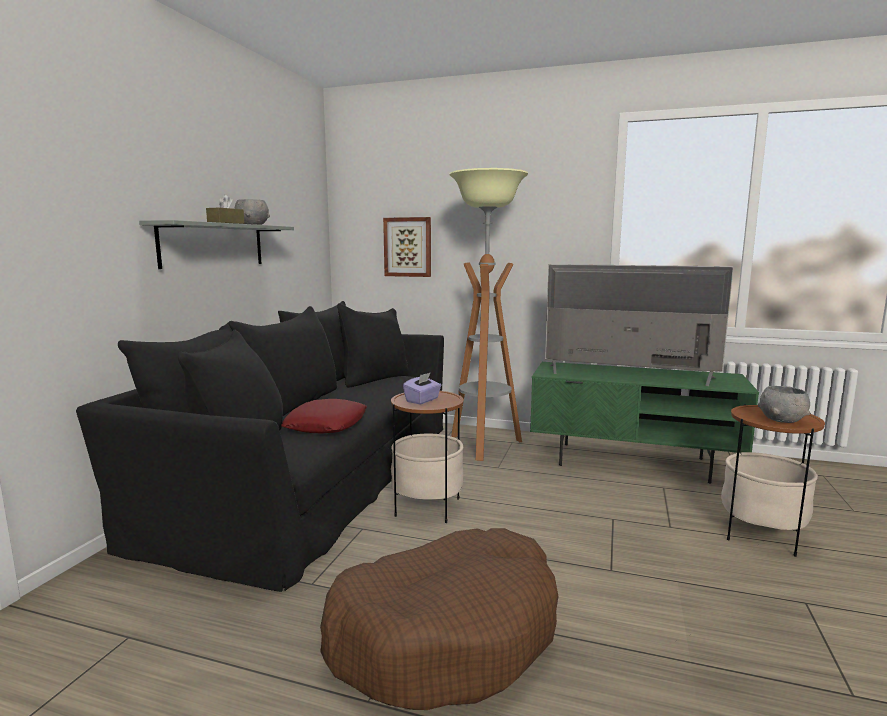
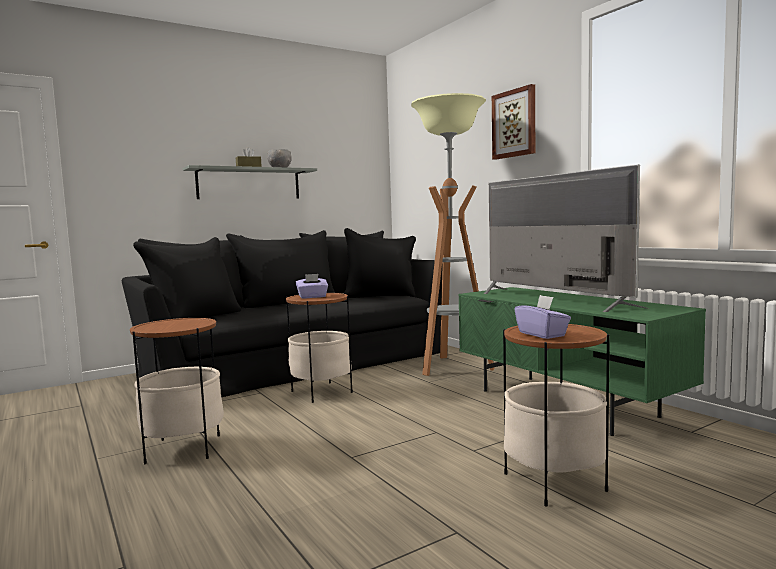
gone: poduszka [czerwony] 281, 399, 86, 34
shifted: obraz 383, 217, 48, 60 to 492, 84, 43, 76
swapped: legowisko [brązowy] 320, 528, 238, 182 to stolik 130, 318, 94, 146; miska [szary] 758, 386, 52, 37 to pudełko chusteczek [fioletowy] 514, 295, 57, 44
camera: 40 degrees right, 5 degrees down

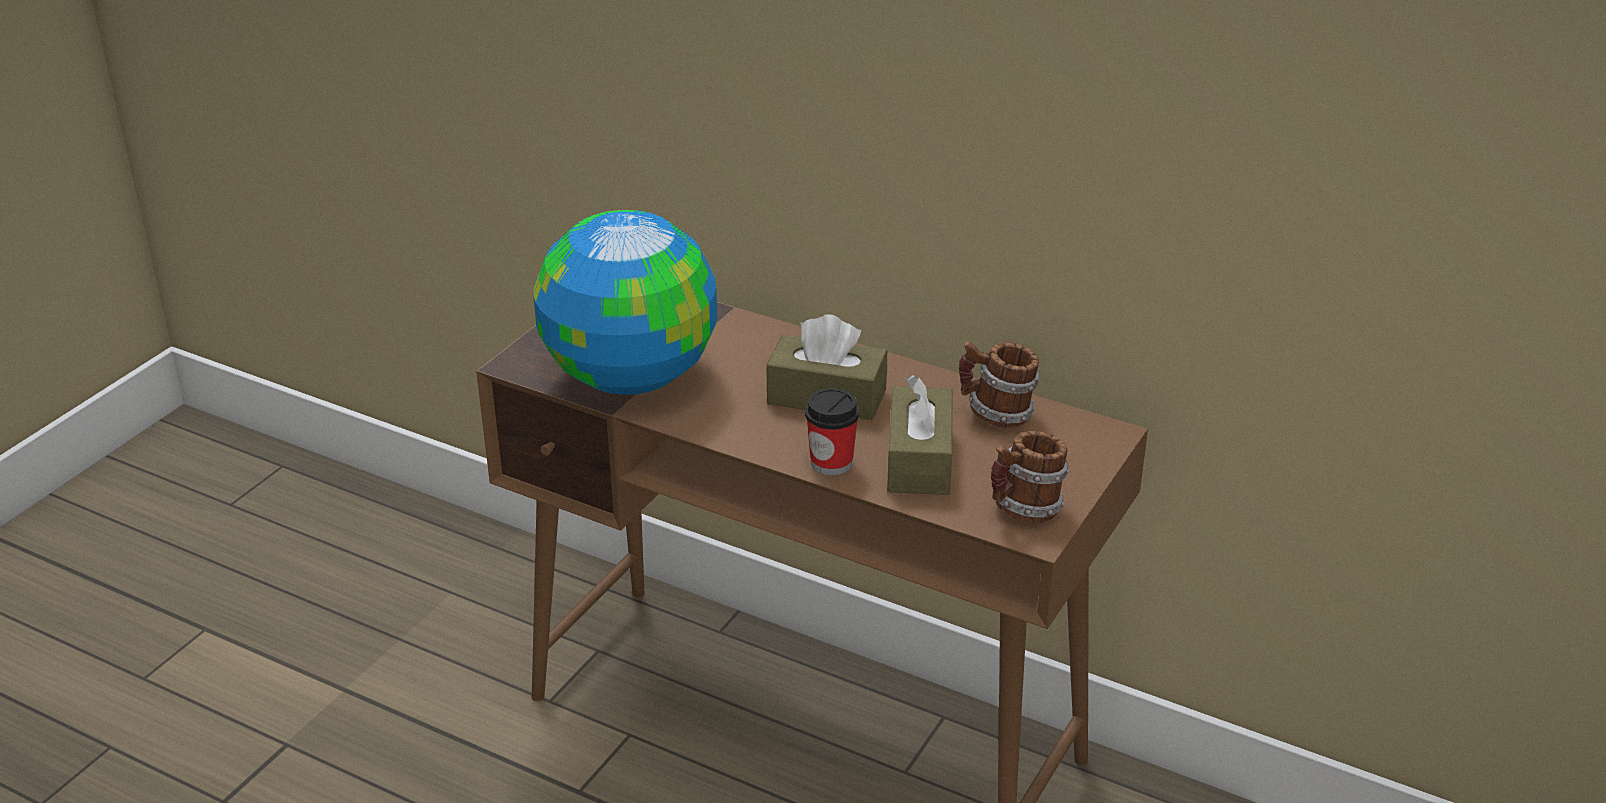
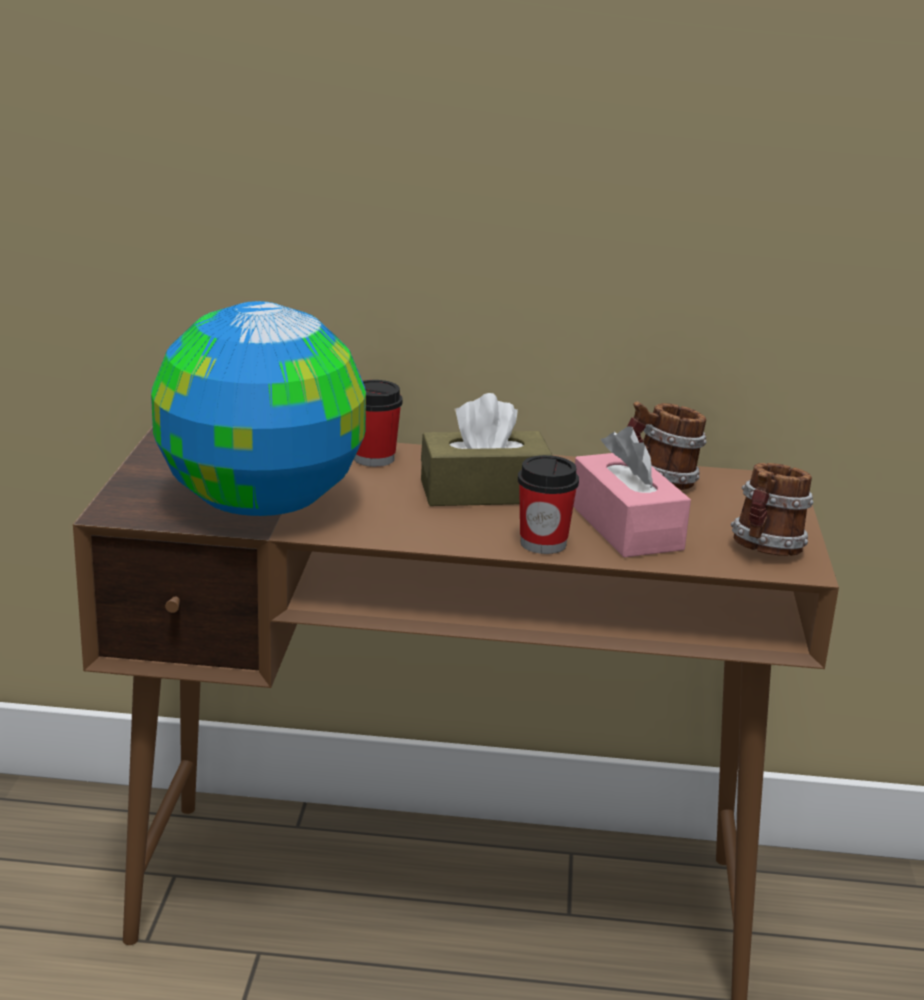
new: filiżanka 354, 380, 49, 87
repainted: pudełko chusteczek [brązowy] 887, 375, 66, 120 to pudełko chusteczek [różowy] 573, 426, 118, 132
camera: 25 degrees left, 10 degrees down

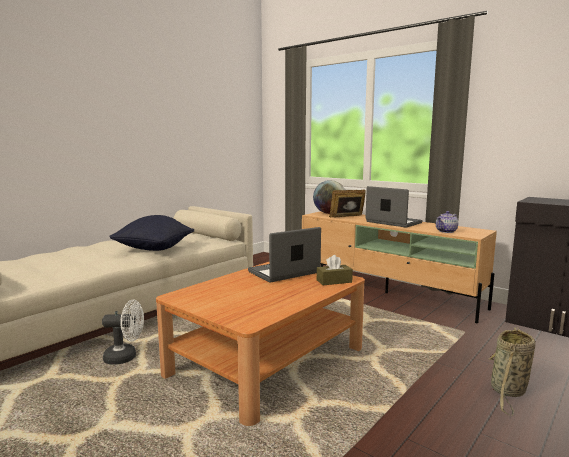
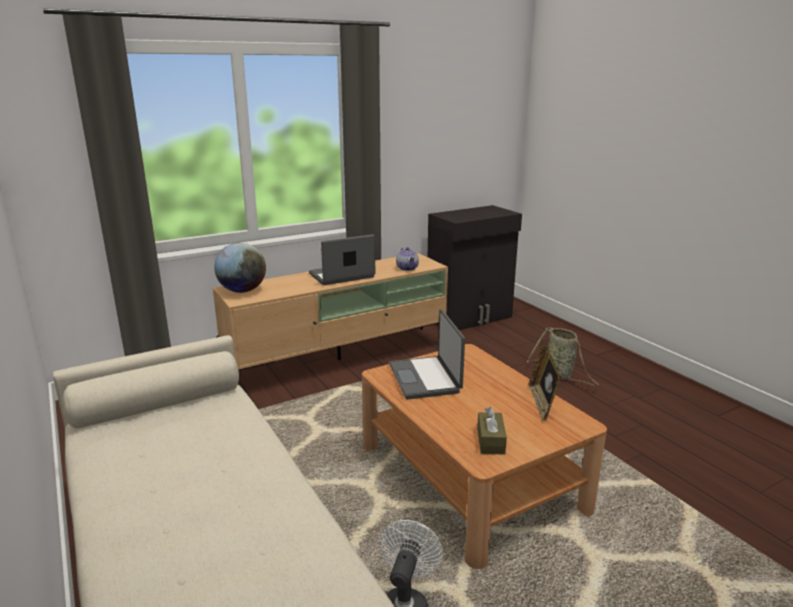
gone: poduszka [czarny] 109, 215, 86, 36
shifted: pudełko chusteczek [brązowy] 317, 255, 36, 30 to 477, 407, 30, 48; ramka na zdjęcie 329, 190, 37, 27 to 528, 343, 34, 78
camera: 70 degrees left, 10 degrees up

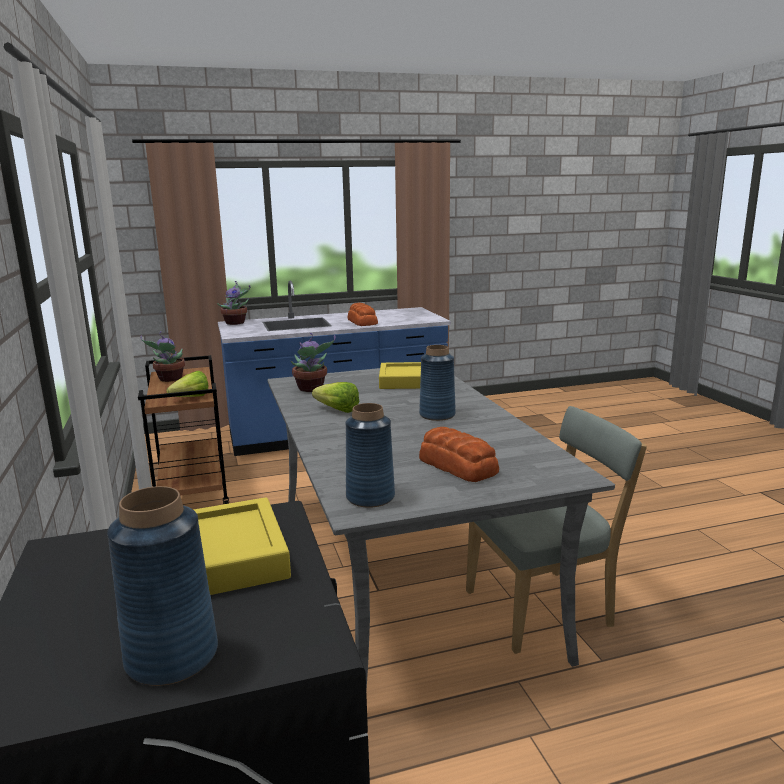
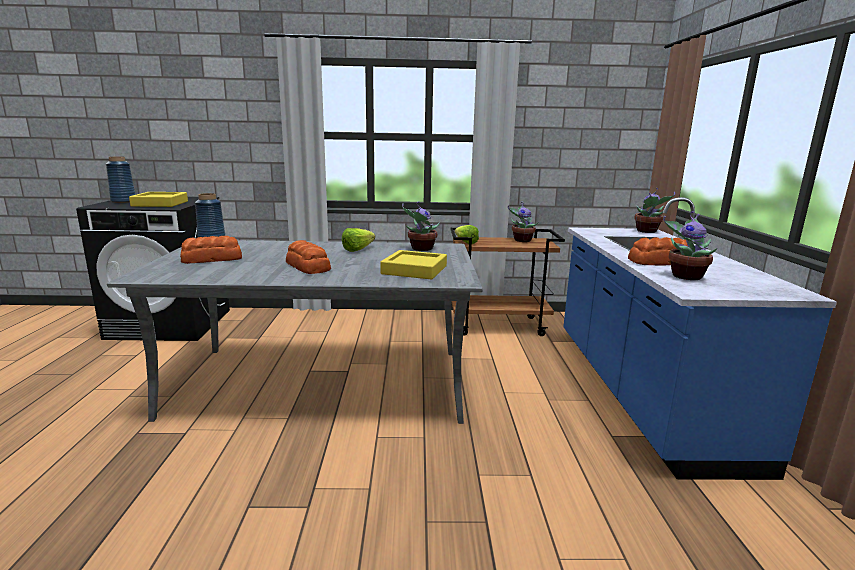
gone: krzesło [szary] 466, 406, 181, 248
new: roślina doniczkowa 663, 211, 55, 69
swapped: wazon [niebieski] 419, 345, 37, 76 to chleb 286, 240, 45, 34
camera: 105 degrees right, 0 degrees up

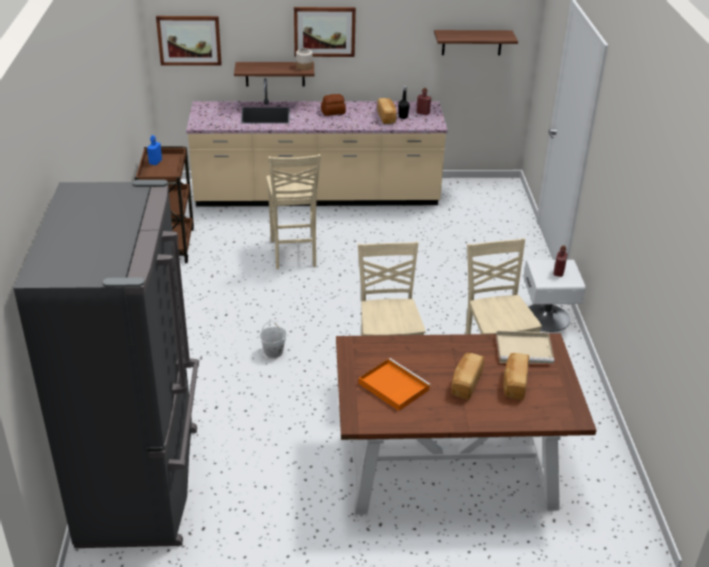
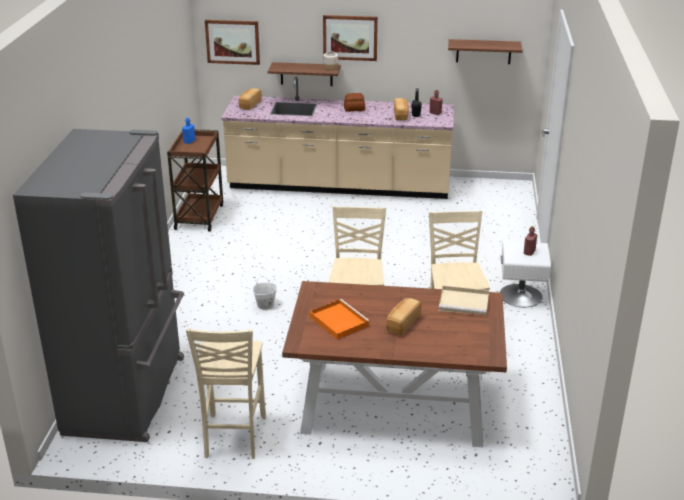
shifted: krzesło [beżowy] 266, 154, 55, 115 to 186, 328, 80, 131; chleb 504, 353, 25, 47 to 239, 88, 23, 22
camera: 10 degrees right, 5 degrees down

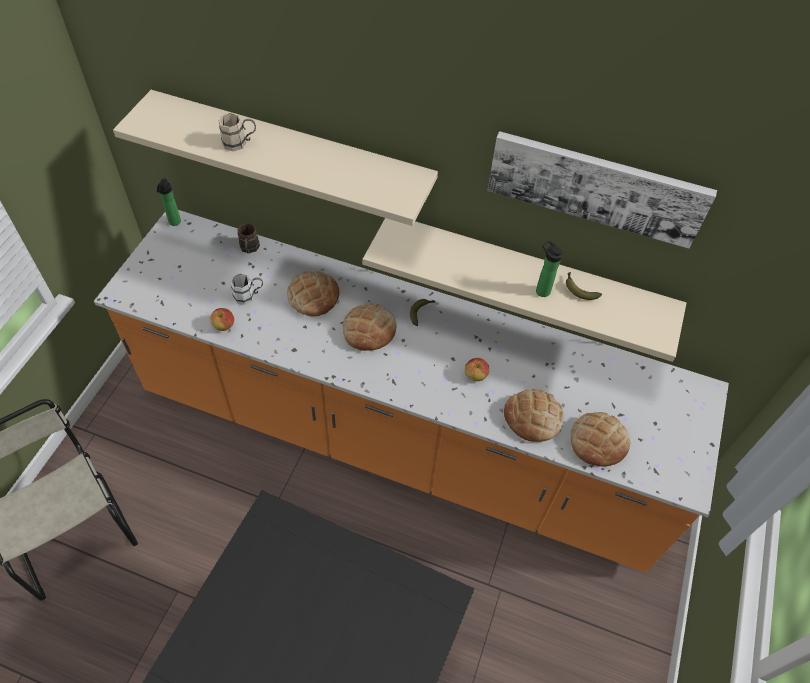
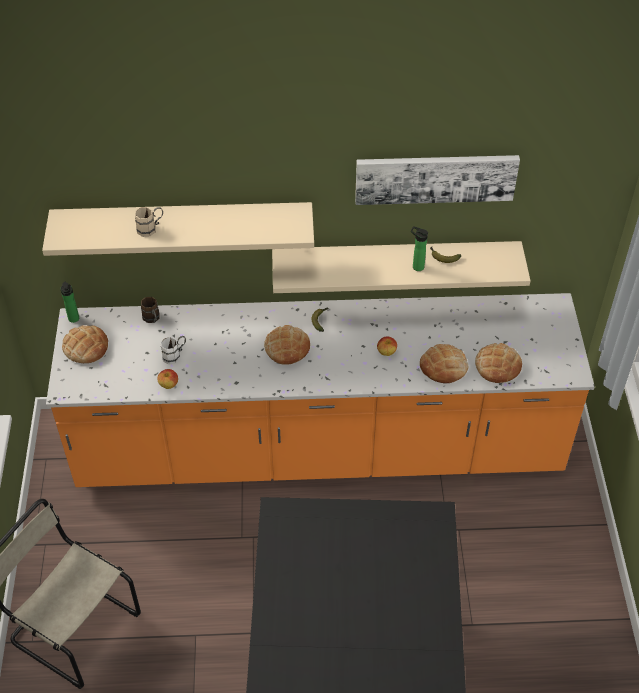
shifted: chleb 287, 271, 52, 45 to 62, 325, 46, 38
camera: 20 degrees left, 5 degrees down

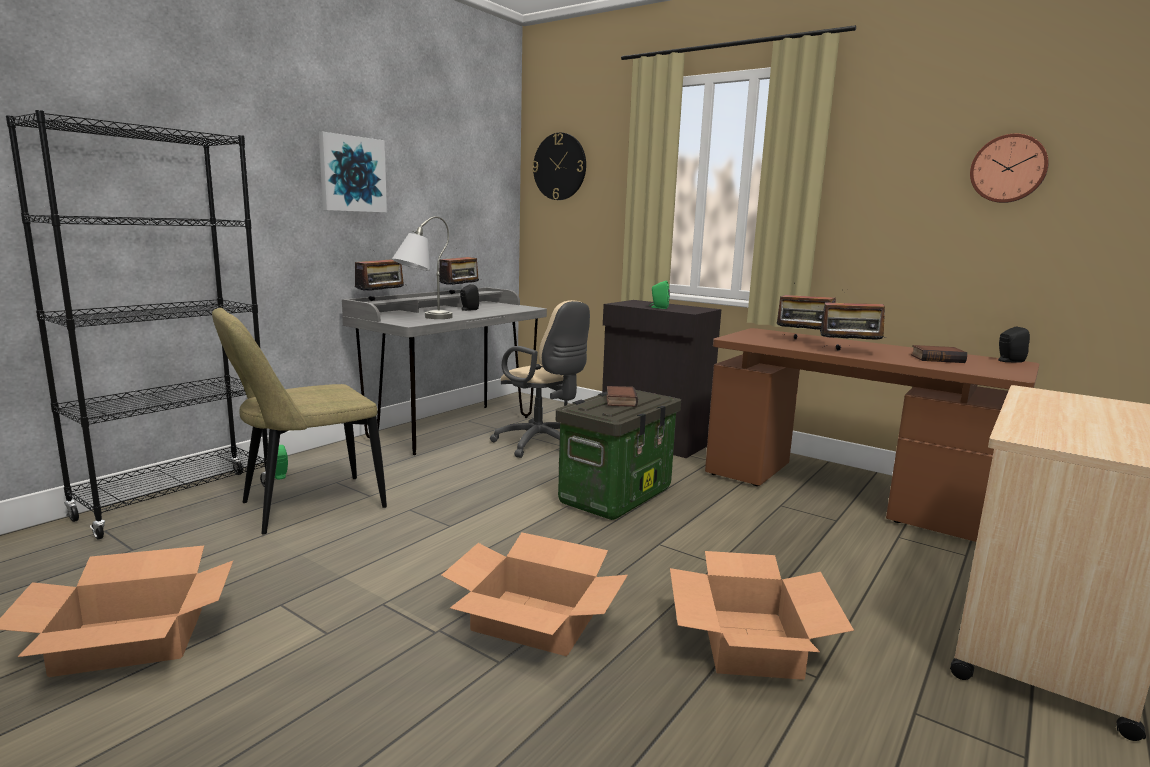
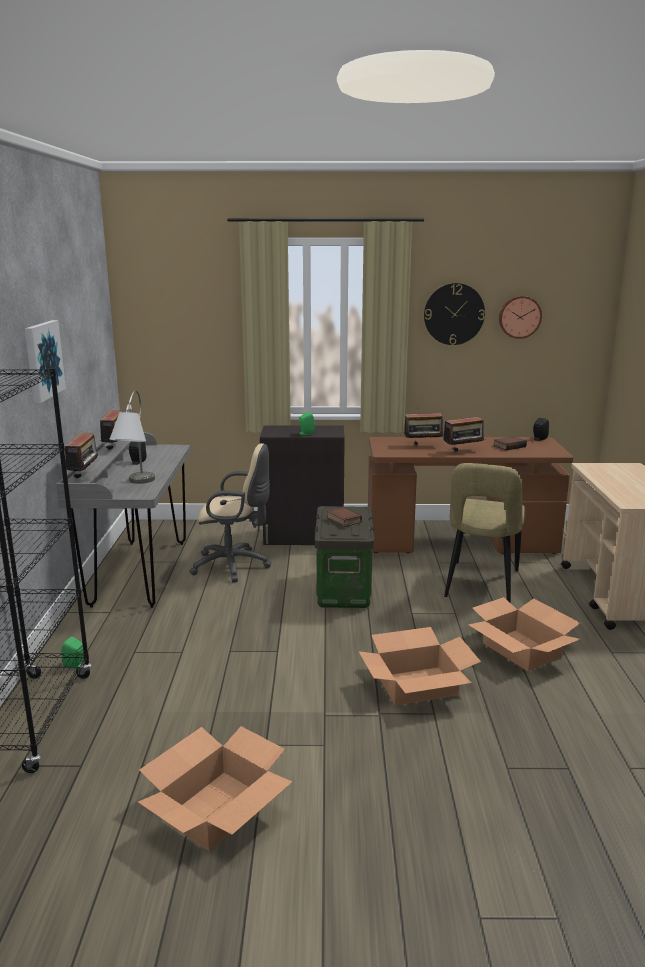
shifted: krzesło [beżowy] 212, 308, 175, 226 to 444, 463, 82, 140; zegar ścienny 532, 132, 54, 68 to 424, 283, 61, 62
camera: 35 degrees left, 5 degrees up

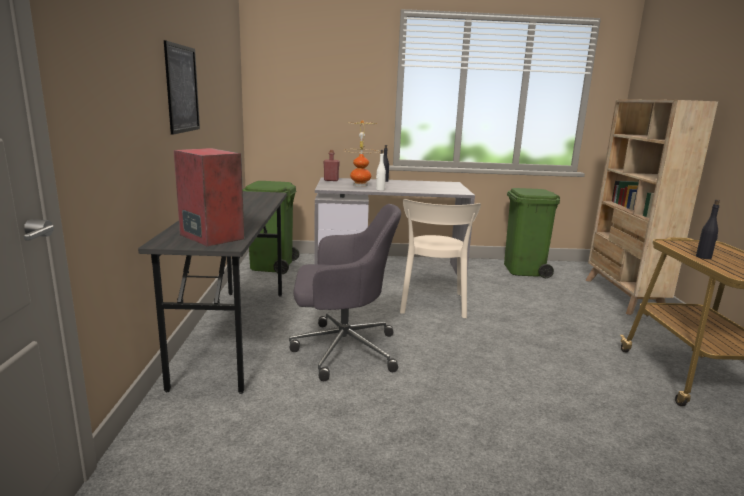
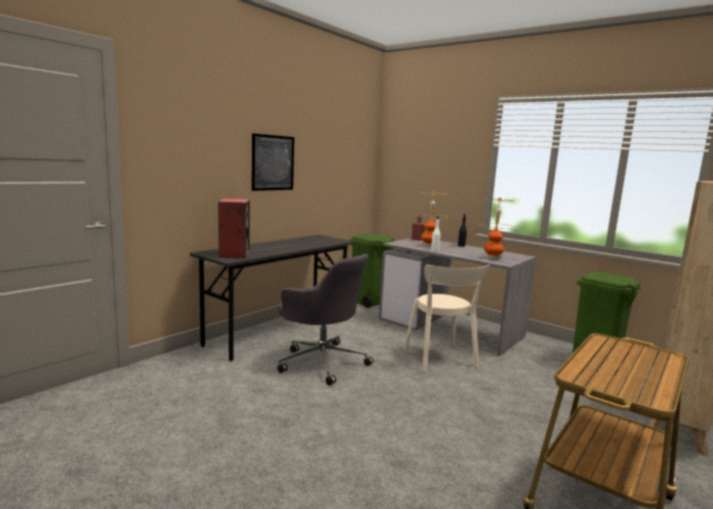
gone: butelka [czarny] 696, 199, 24, 60
new: lampa stołowa 480, 198, 35, 61
rotated: krzesło [beżowy] 400, 199, 81, 119 = 404, 265, 85, 107 60 degrees counterclockwise
camera: 40 degrees right, 5 degrees down

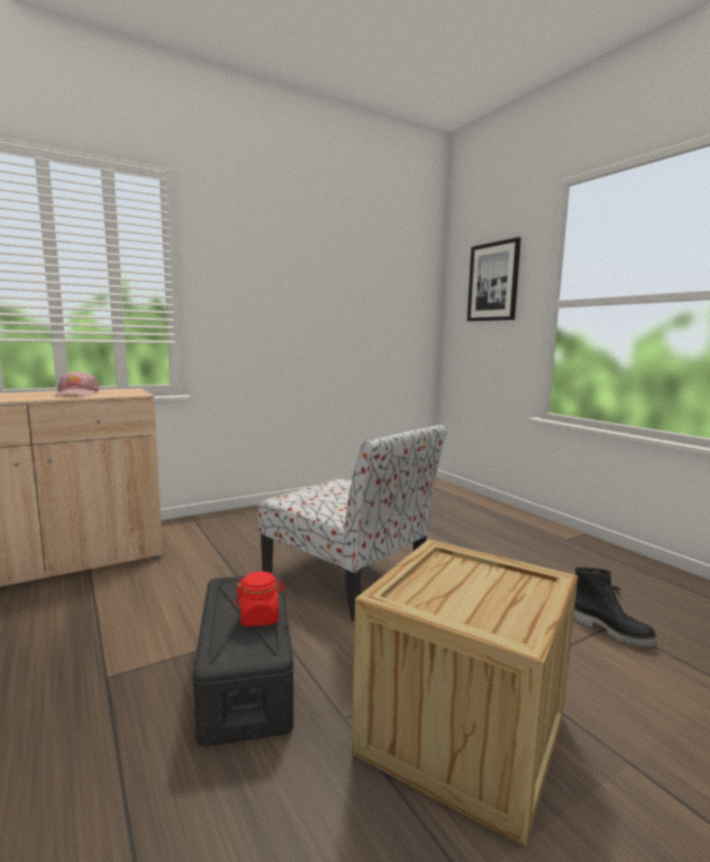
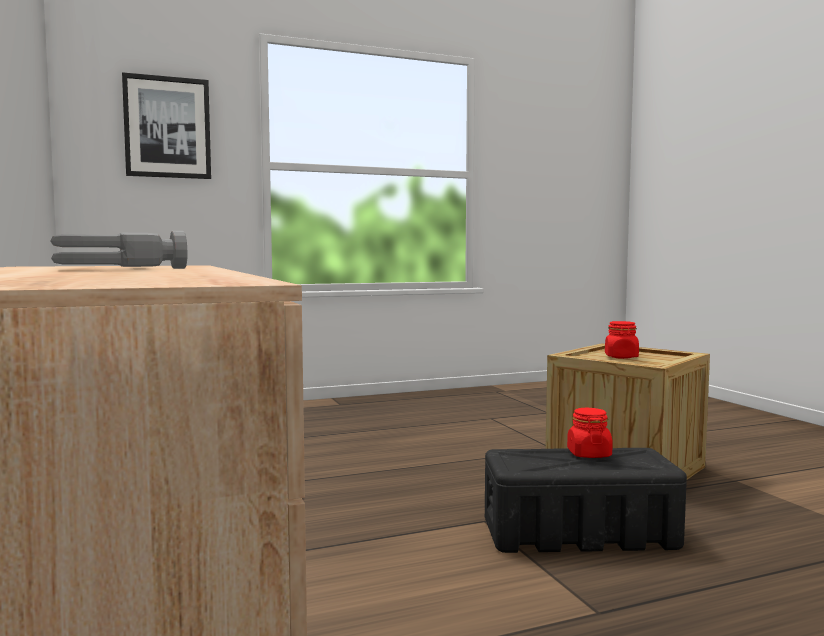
gone: krzesło 258, 425, 189, 196; but z cholewką [czarny] 573, 567, 84, 80
new: słoik [czerwony] 605, 321, 34, 38
swapped: czapka z daszkiem [różowy] 55, 370, 44, 27 to młotek 50, 231, 137, 38
camera: 80 degrees left, 5 degrees down

